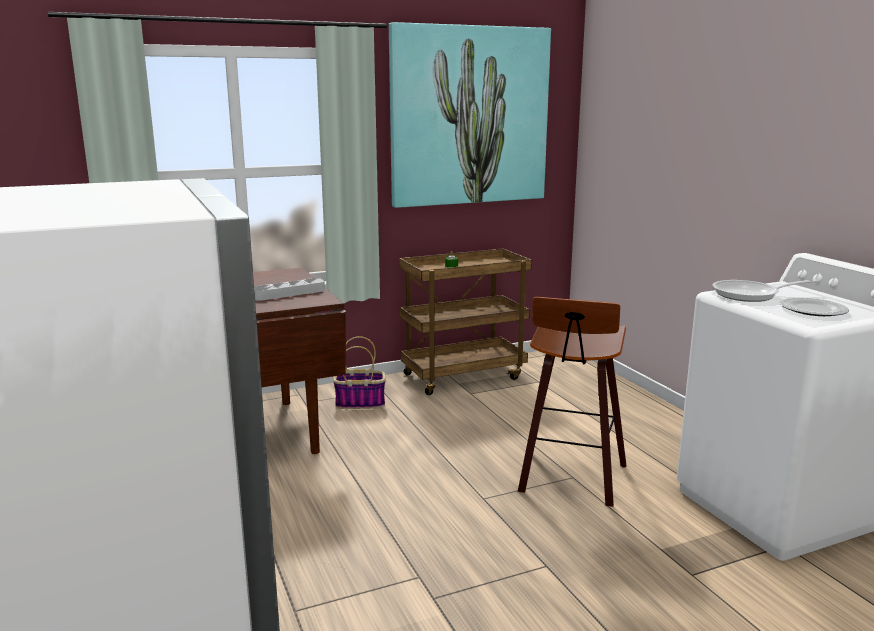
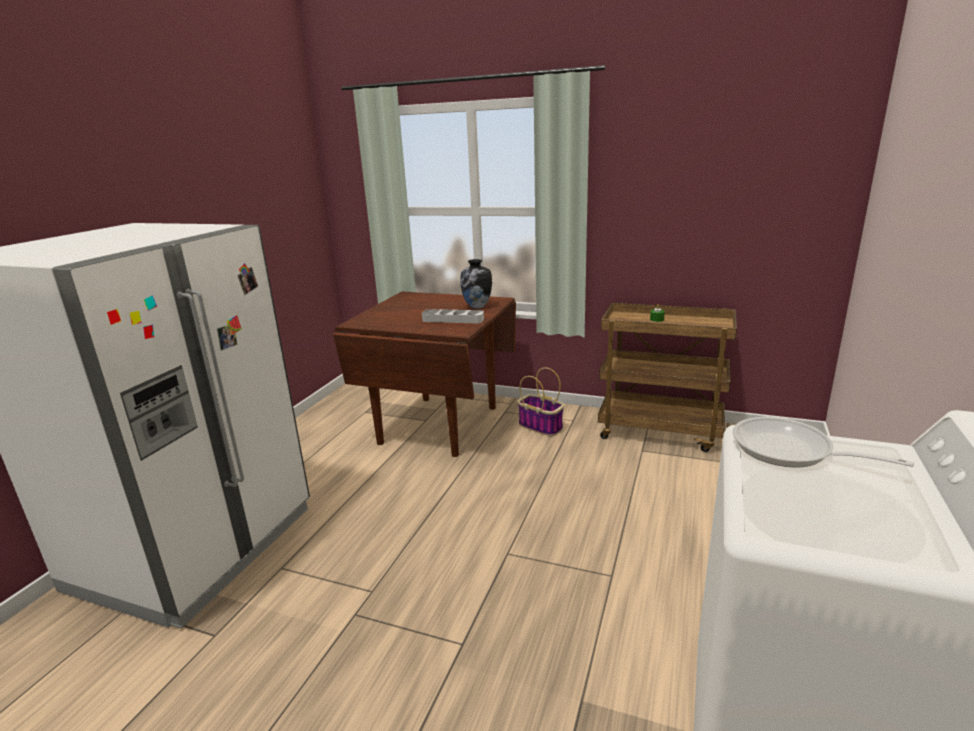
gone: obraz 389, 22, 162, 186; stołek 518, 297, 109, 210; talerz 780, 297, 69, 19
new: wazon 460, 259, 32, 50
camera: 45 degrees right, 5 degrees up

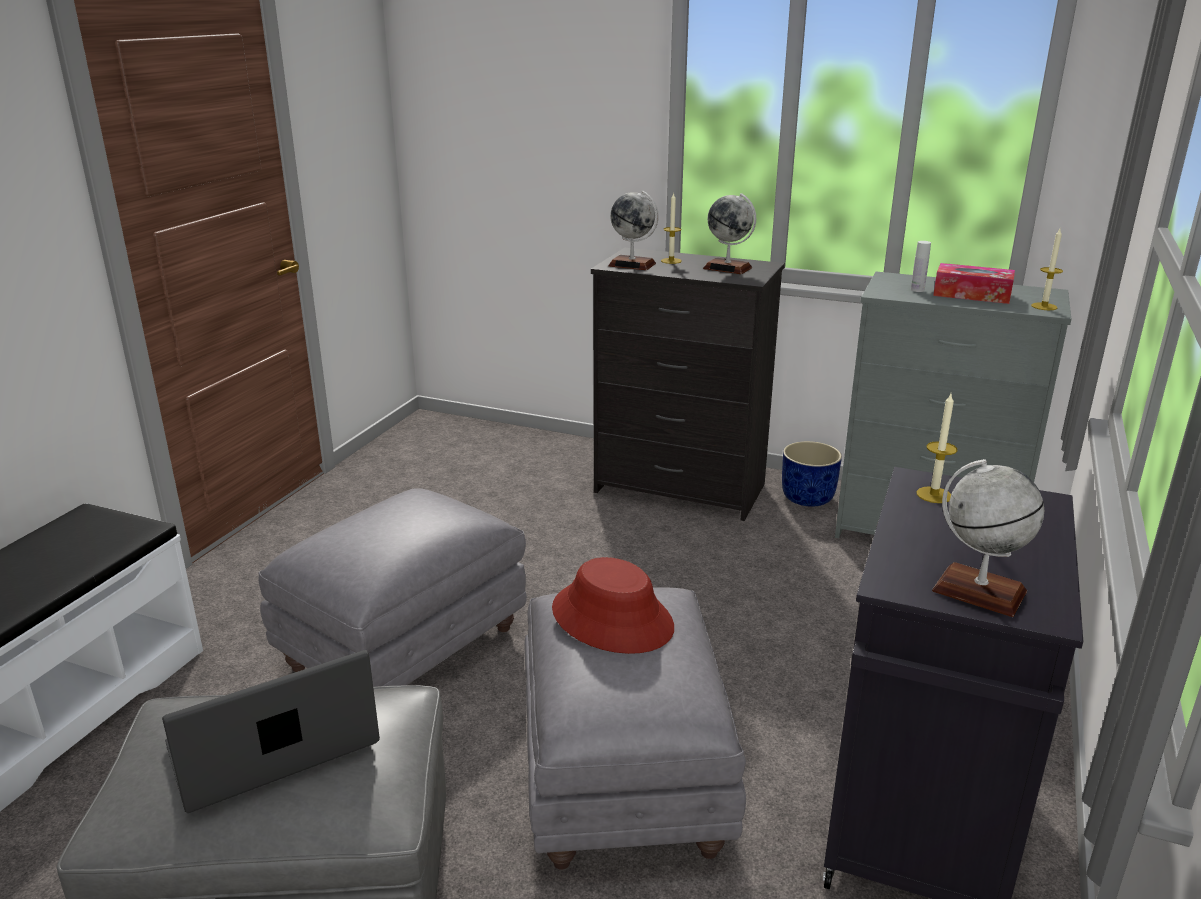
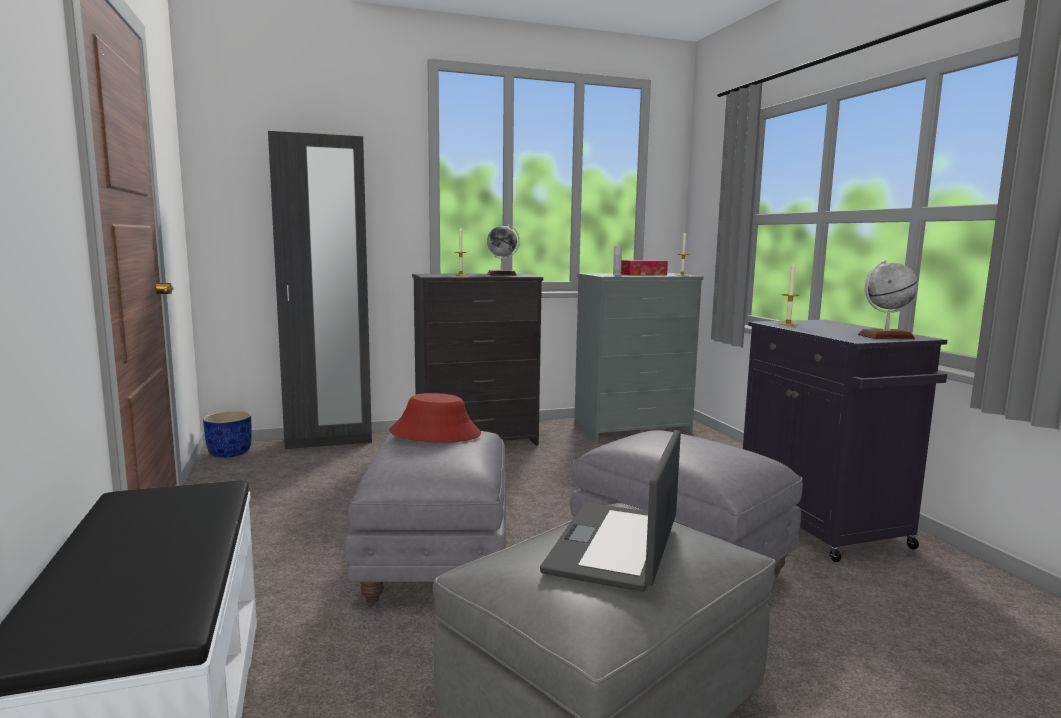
gone: globus 608, 191, 51, 79
new: szafa [czarny] 268, 131, 104, 318
shifted: kapelusz [czerwony] 552, 557, 122, 97 to 389, 393, 92, 50; donica [niebieski] 782, 441, 60, 66 to 203, 411, 49, 47
camera: 40 degrees left, 15 degrees down

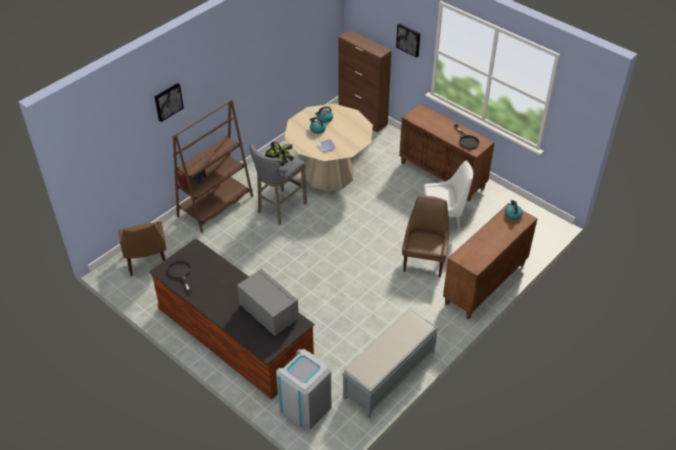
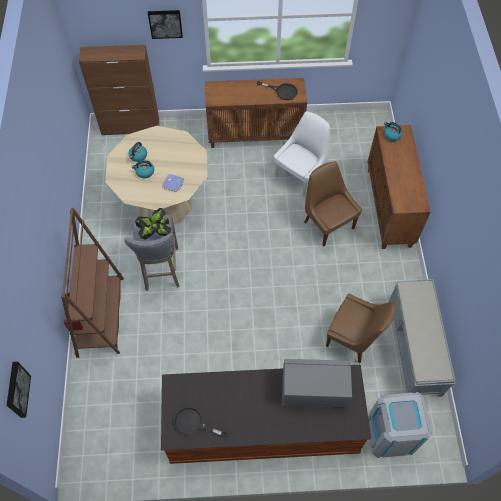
shifted: krzesło [brązowy] 118, 221, 48, 55 to 326, 294, 70, 69; obraz 155, 83, 29, 39 to 7, 362, 24, 56
camera: 45 degrees left, 15 degrees up

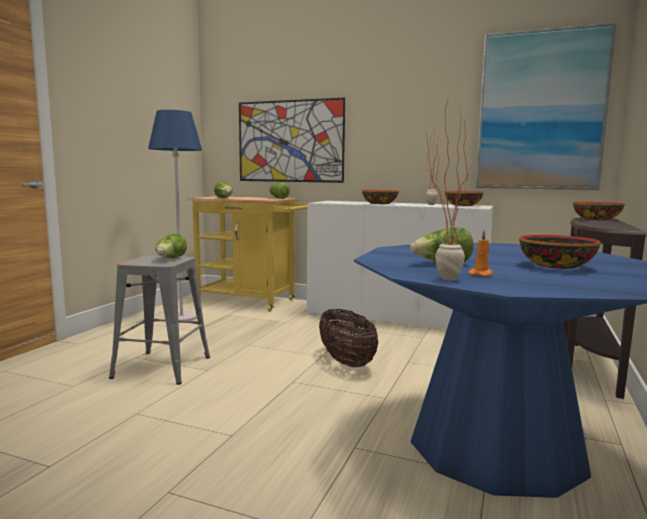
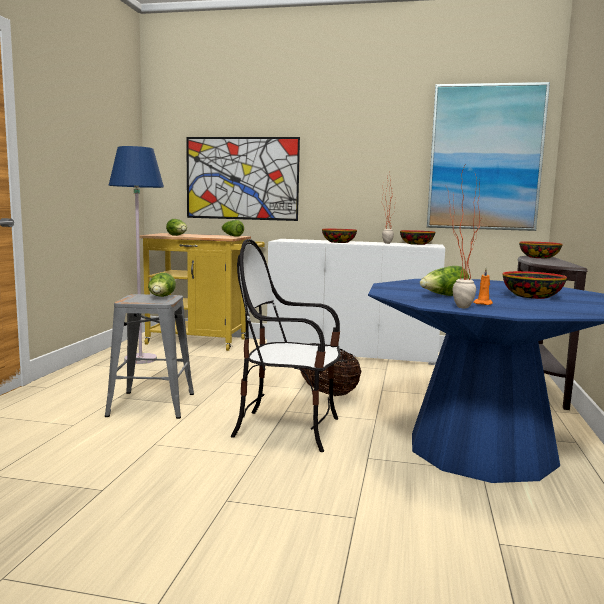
new: krzesło 230, 239, 110, 213
camera: 10 degrees left, 0 degrees up

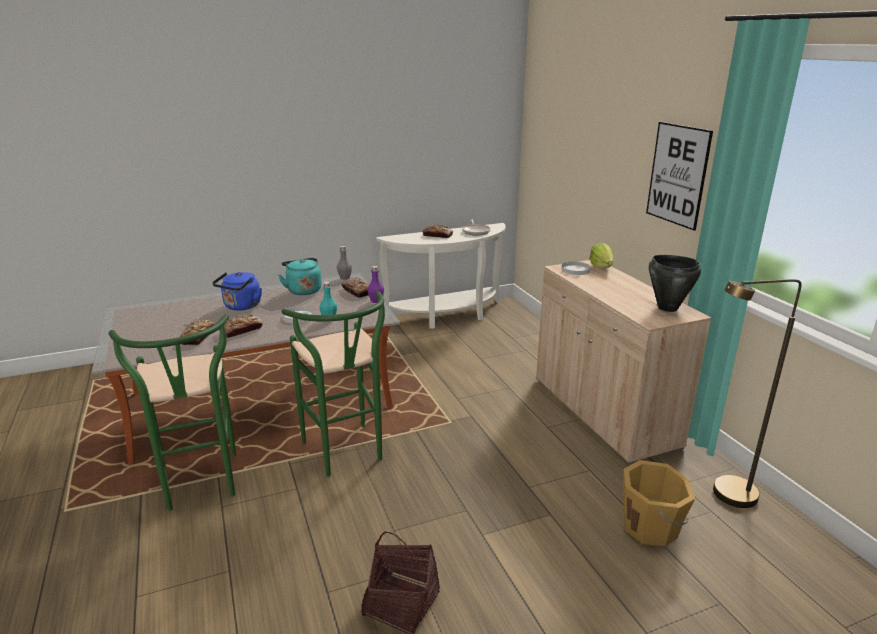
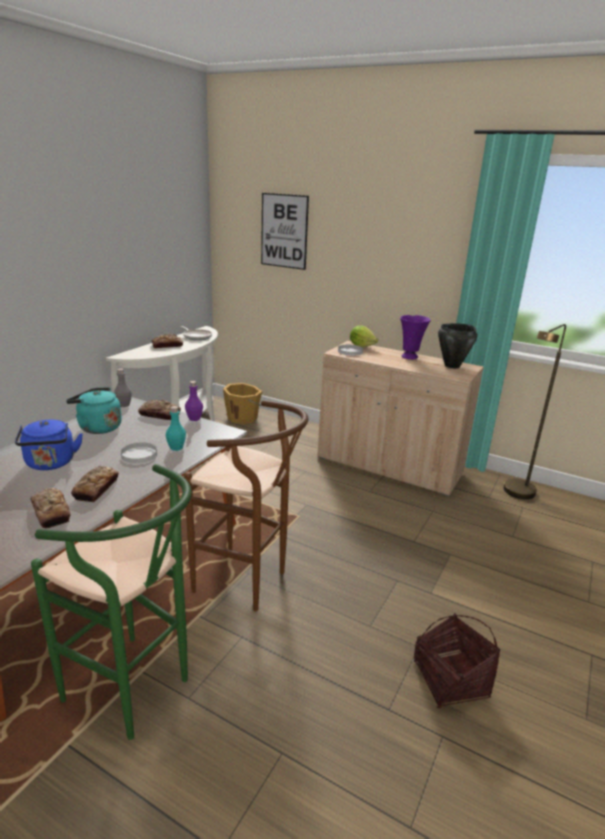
new: wazon [fioletowy] 400, 315, 31, 44
shifted: wiadro [pomarańczowy] 623, 460, 73, 86 to 223, 383, 39, 41; obraz 646, 122, 67, 109 to 261, 193, 48, 77
repainted: stołek [zielony] 282, 291, 103, 186 to stołek [brązowy] 184, 400, 124, 211
camera: 40 degrees left, 0 degrees up

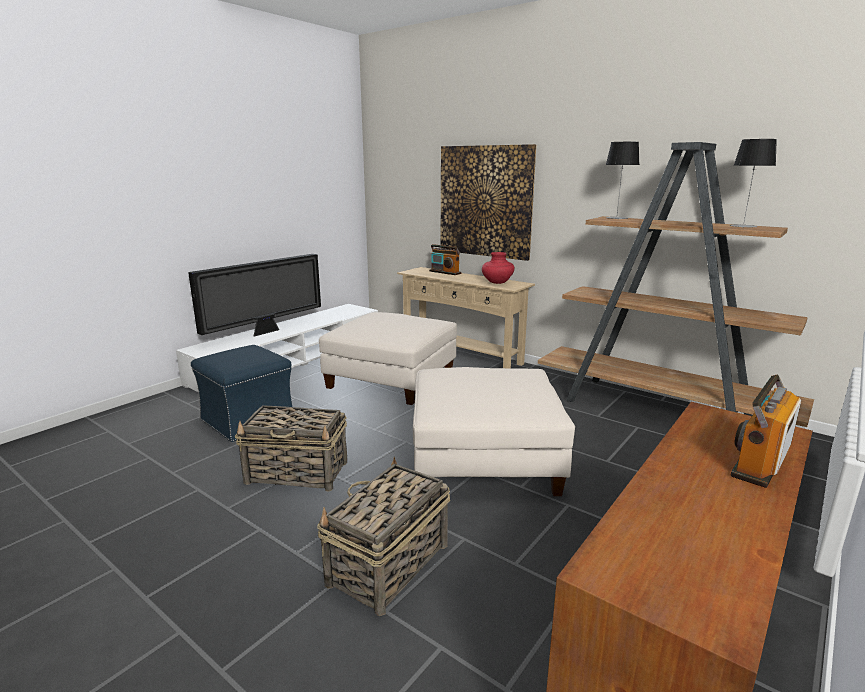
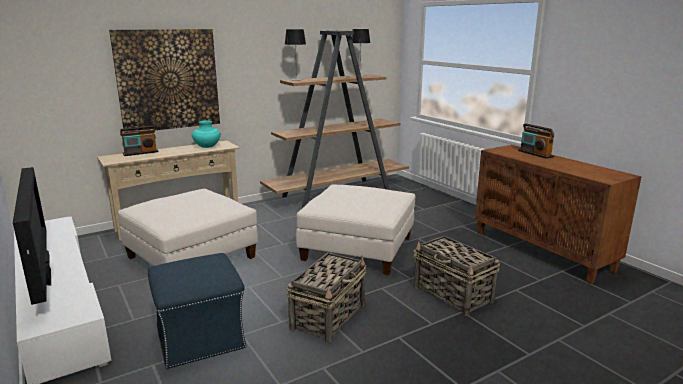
repainted: wazon [czerwony] 482, 252, 33, 32 to wazon [turkusowy] 192, 120, 29, 28
camera: 70 degrees left, 0 degrees up

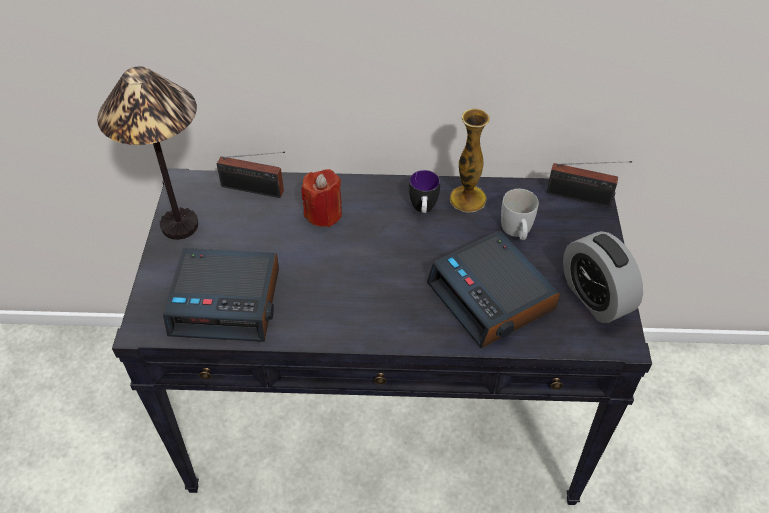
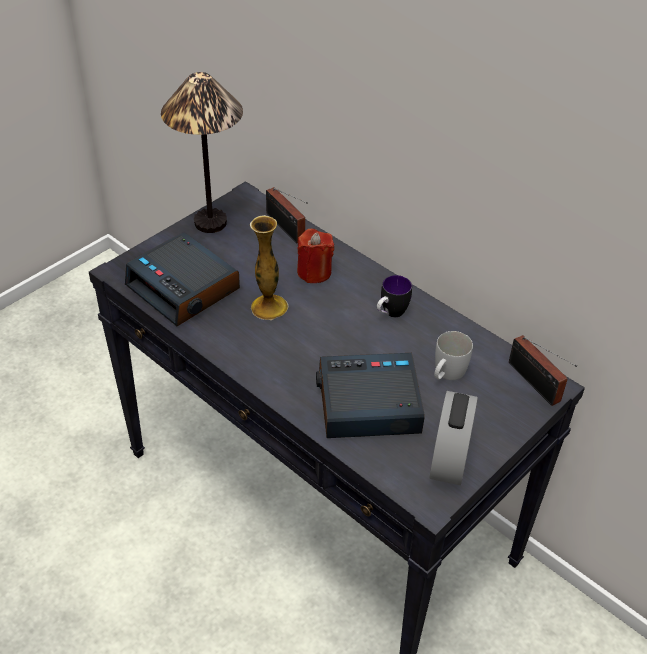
shifted: wazon 450, 109, 40, 103 to 250, 215, 39, 105
rotated: budzik 427, 231, 133, 117 = 316, 353, 109, 85 75 degrees clockwise
camera: 40 degrees right, 5 degrees down

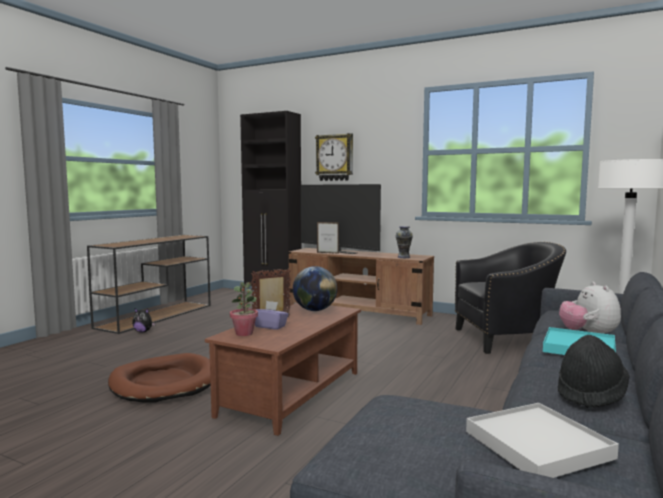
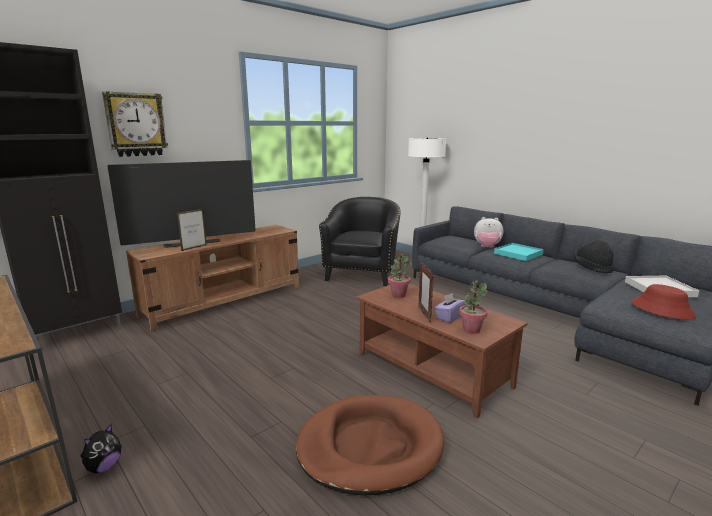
gone: wazon 395, 226, 18, 32
new: kapelusz [czerwony] 631, 284, 66, 35
swapped: globus 293, 266, 44, 45 to roślina doniczkowa 388, 254, 23, 44
camera: 70 degrees left, 10 degrees up

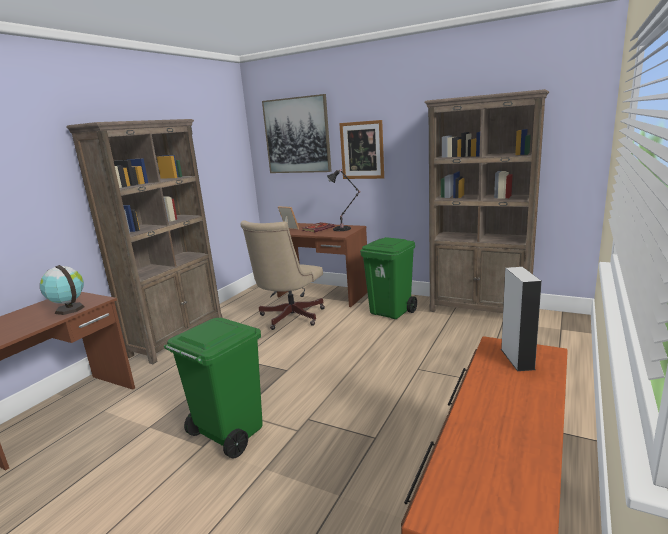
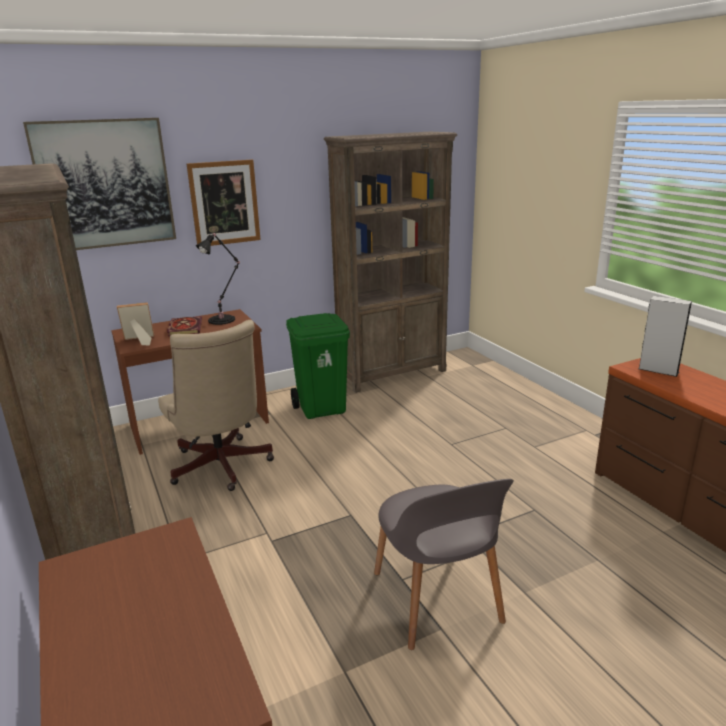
gone: globus 40, 265, 45, 50
swapped: kosz na śmieci [zielony] 164, 318, 99, 140 to krzesło [szary] 374, 479, 140, 171
camera: 55 degrees left, 5 degrees up

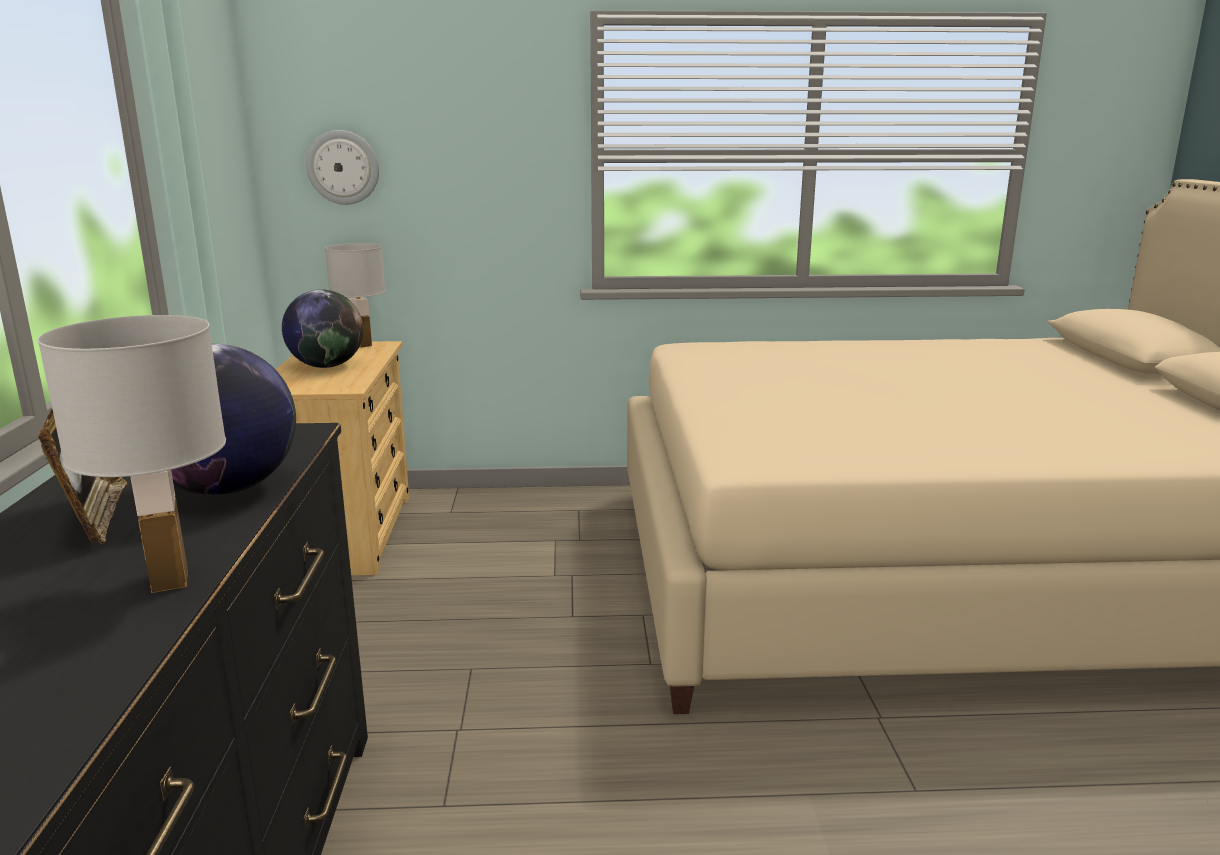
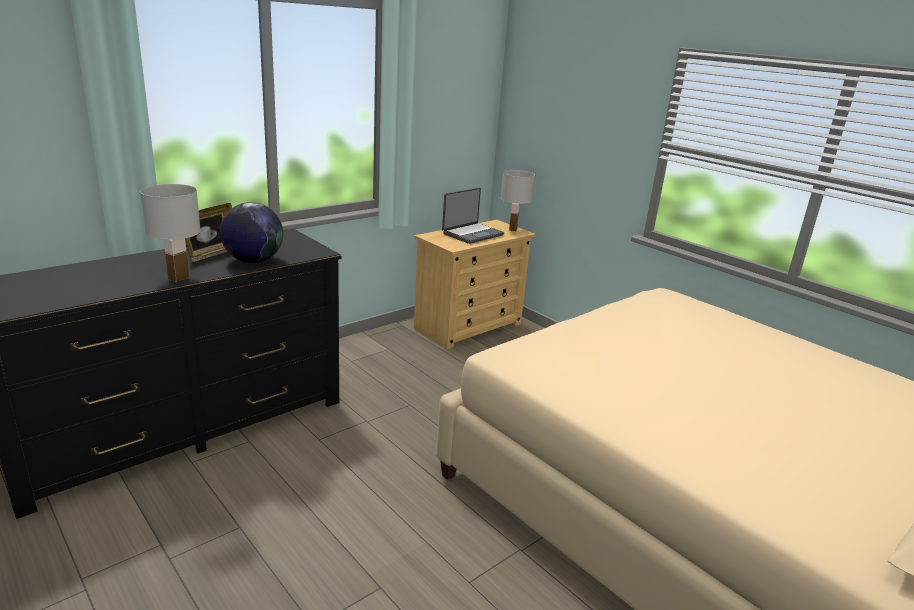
gone: zegar ścienny 306, 130, 73, 75
swapped: globus 282, 290, 81, 78 to laptop 442, 188, 62, 56
camera: 50 degrees right, 5 degrees up

